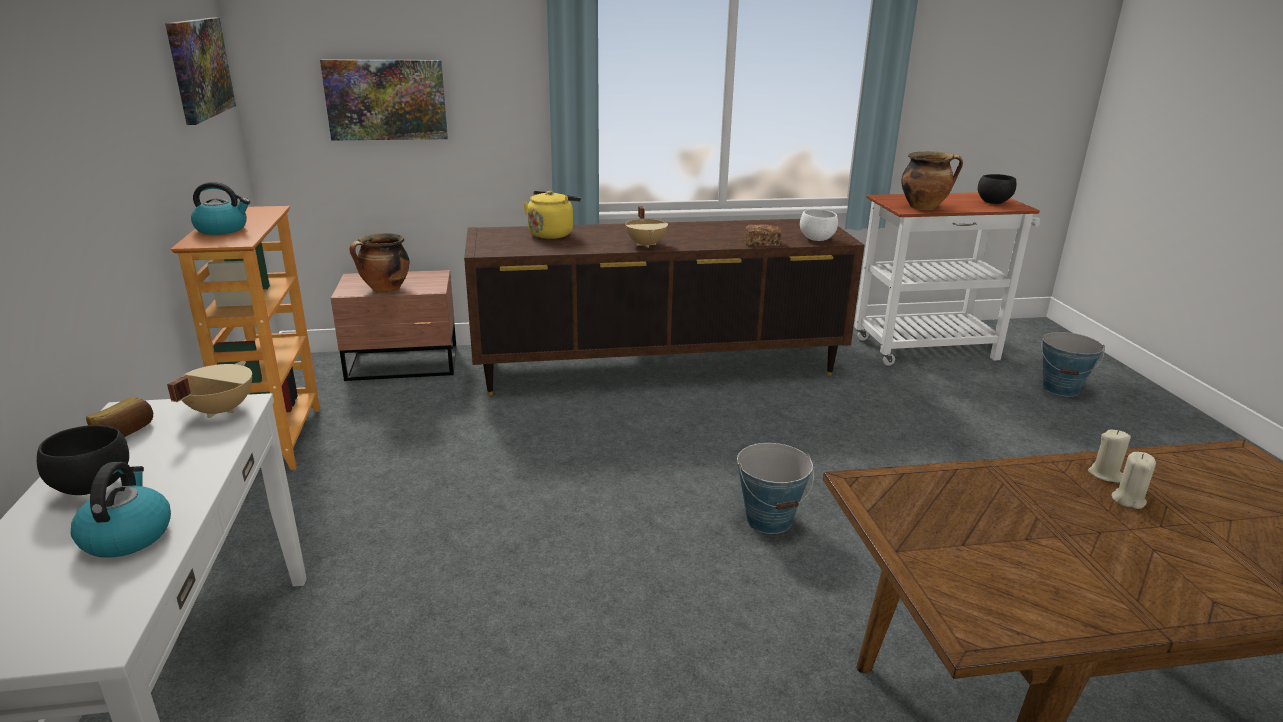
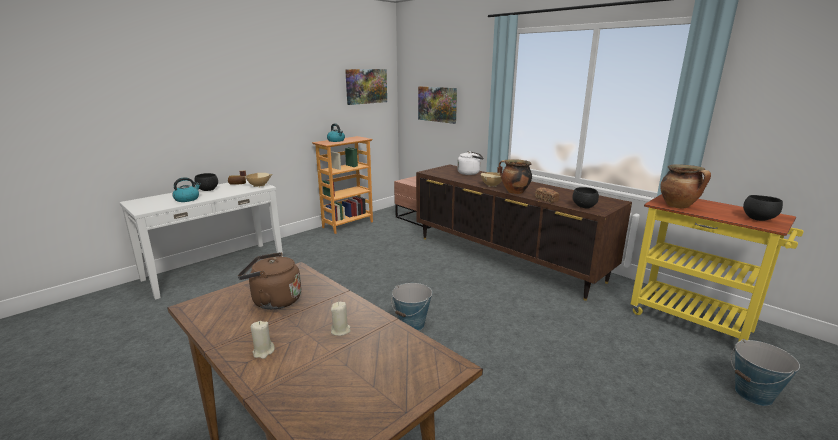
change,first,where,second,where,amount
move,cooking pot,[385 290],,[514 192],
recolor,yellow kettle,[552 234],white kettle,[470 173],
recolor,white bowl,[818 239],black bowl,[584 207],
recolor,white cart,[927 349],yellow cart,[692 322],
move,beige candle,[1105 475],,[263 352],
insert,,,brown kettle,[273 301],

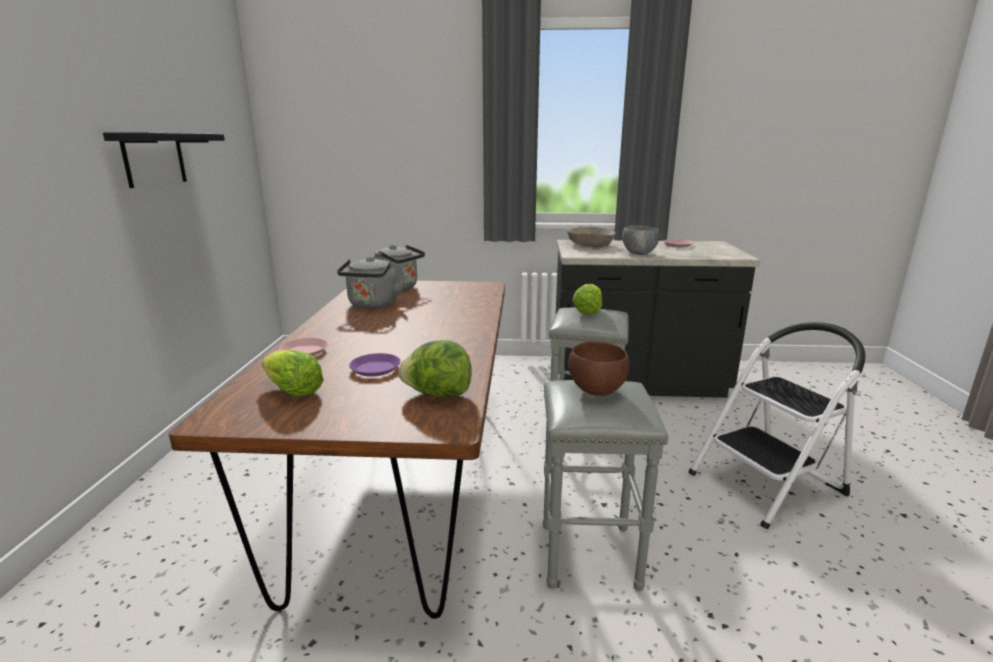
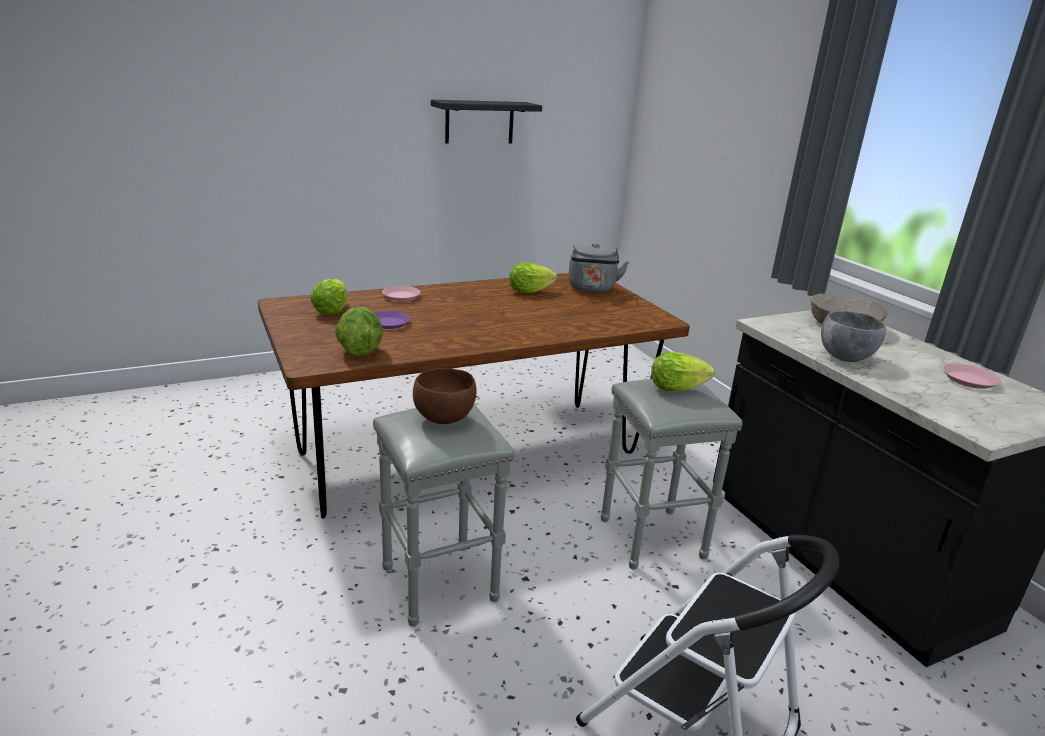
change,first,where,second,where,amount
replace,grey kettle,[372 305],lettuce,[529 291],

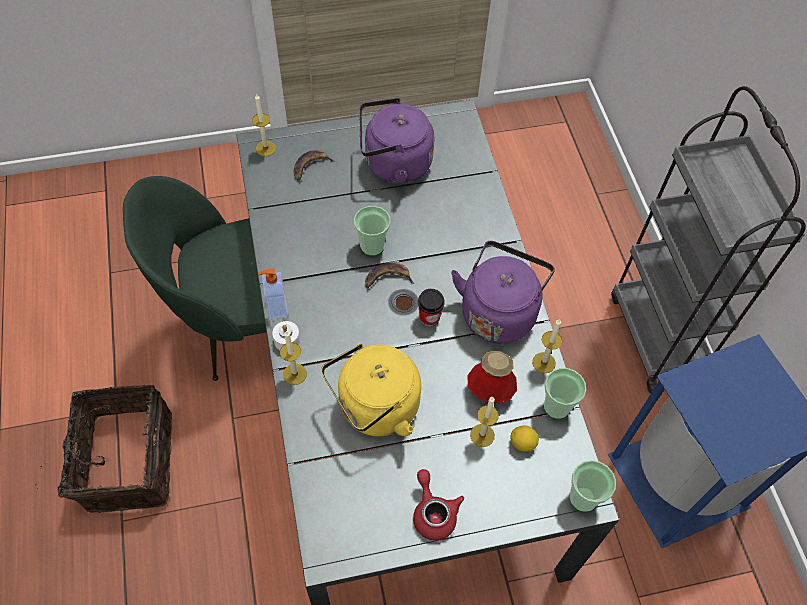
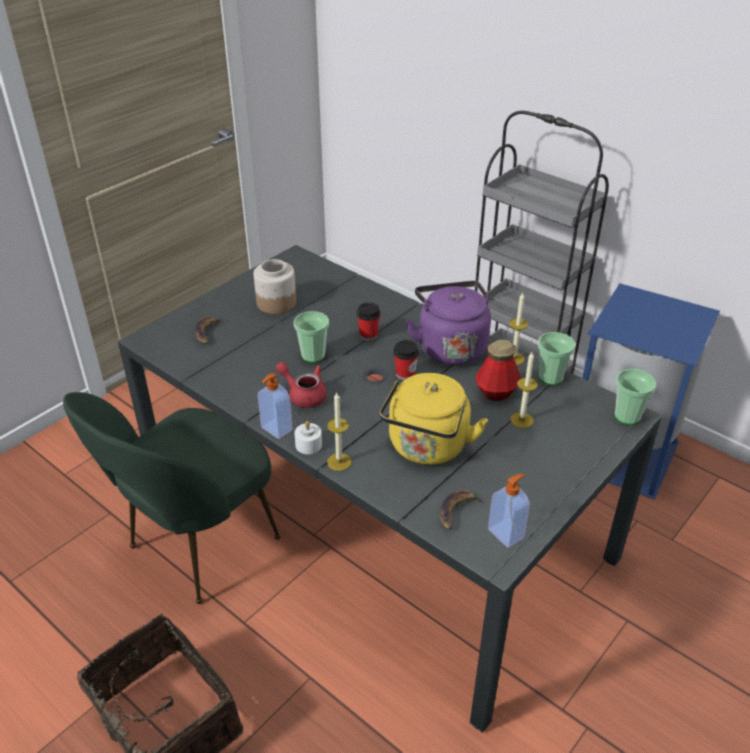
change,first,where,second,where,amount
delete,candle,[266 148],,,
replace,purple kettle,[393 164],jar,[276 303],
move,banana,[387 278],,[457 512],
move,red teapot,[433 512],,[304 395],
delete,lemon,[522 443],,,
insert,,,cup,[368 335],
insert,,,soap dispenser,[506 533],

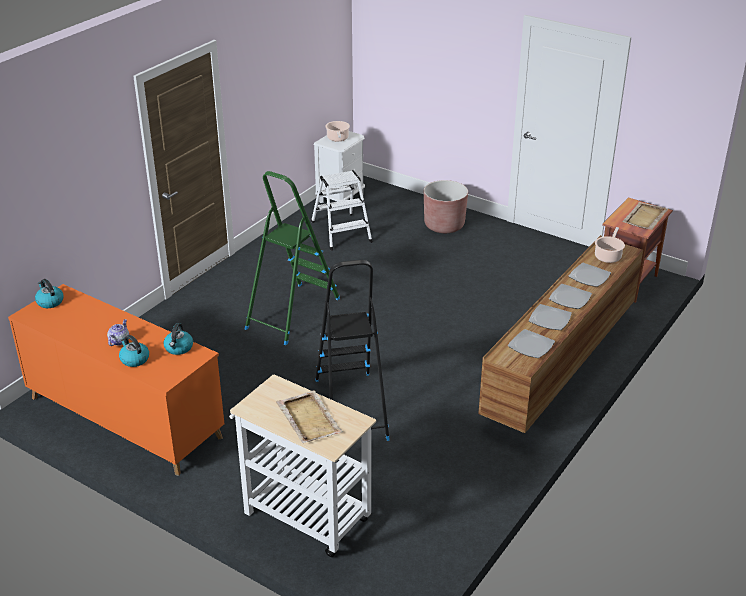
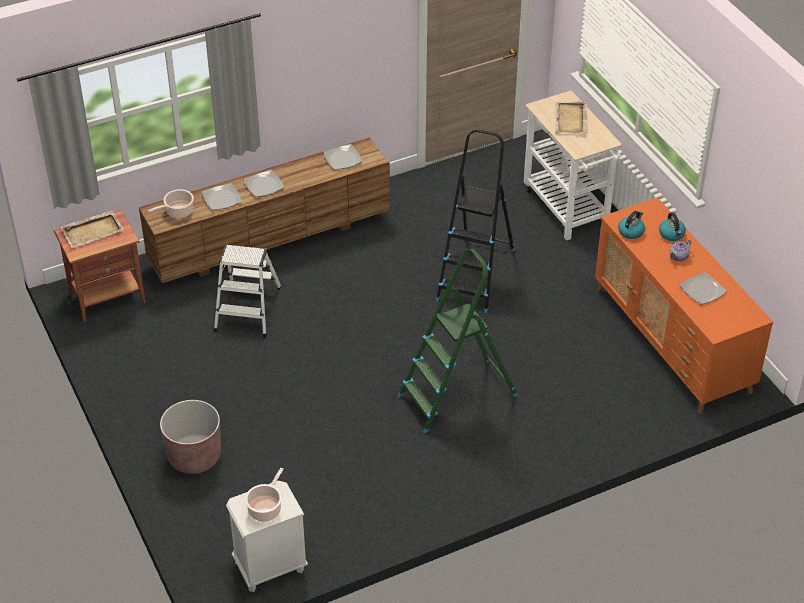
change,first,where,second,where,amount
delete,kettle,[49 302],,,
move,white step ladder,[341 231],,[248 308],
move,plate,[550 319],,[702 290],

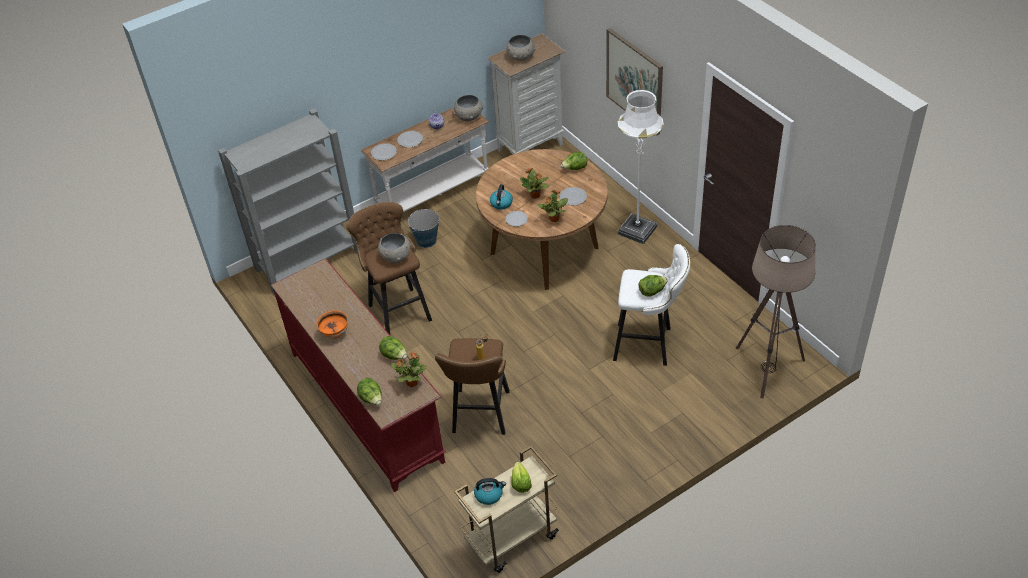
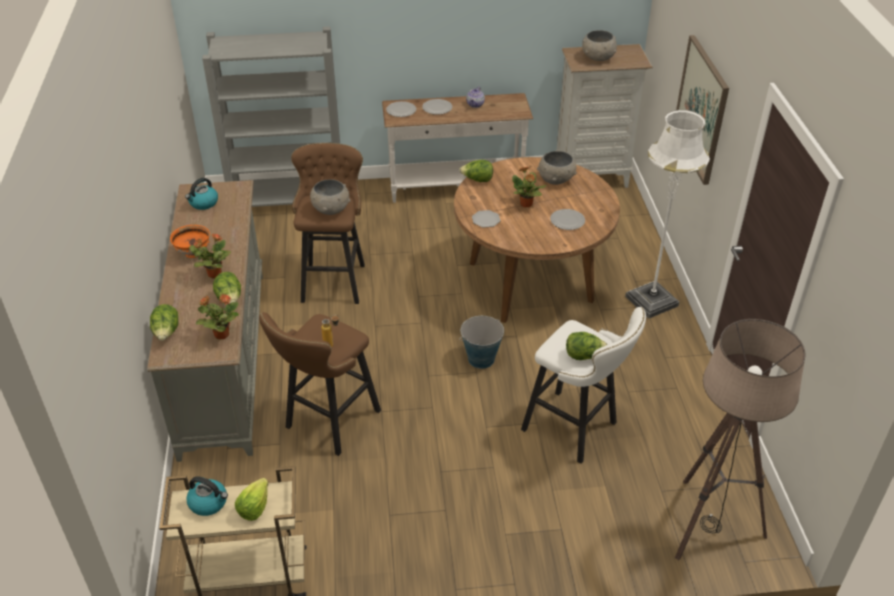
change,first,where,second,where,amount
recolor,red cabinet,[367 405],grey cabinet,[226 359],
move,bucket,[426 241],,[481 359],
move,grey bowl,[469 116],,[556 179],
move,kettle,[501 204],,[203 203],
move,potted plant,[554 219],,[214 274],
move,lettuce,[574 168],,[477 180],

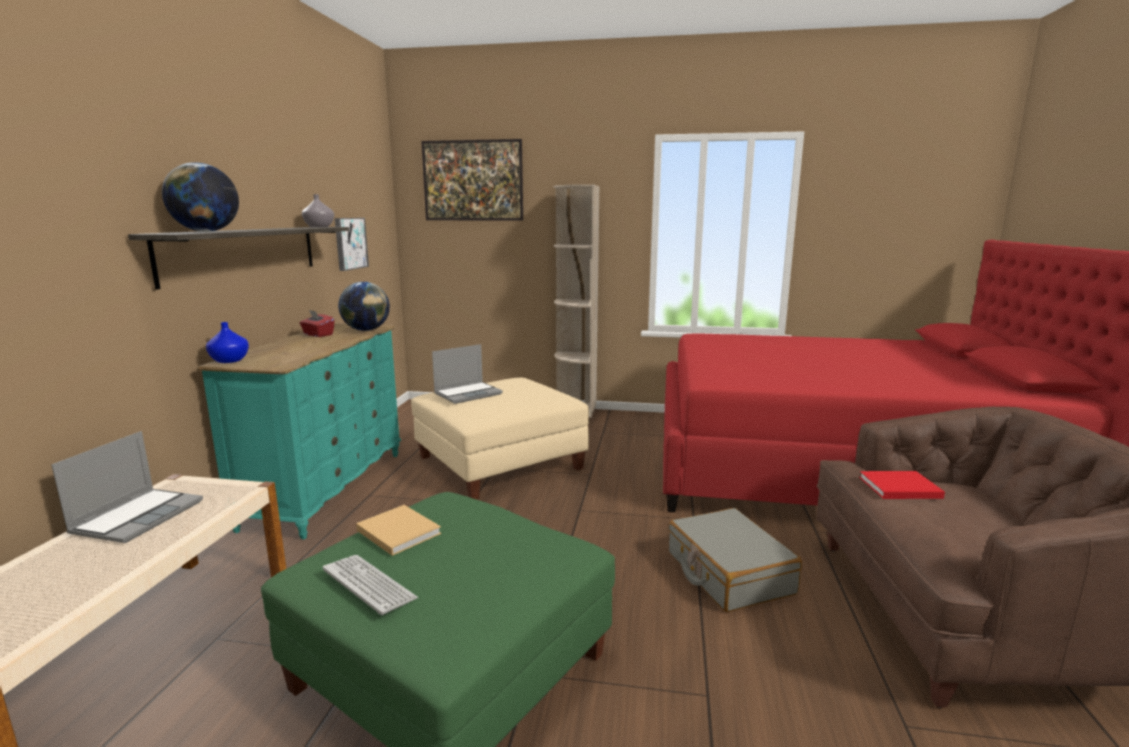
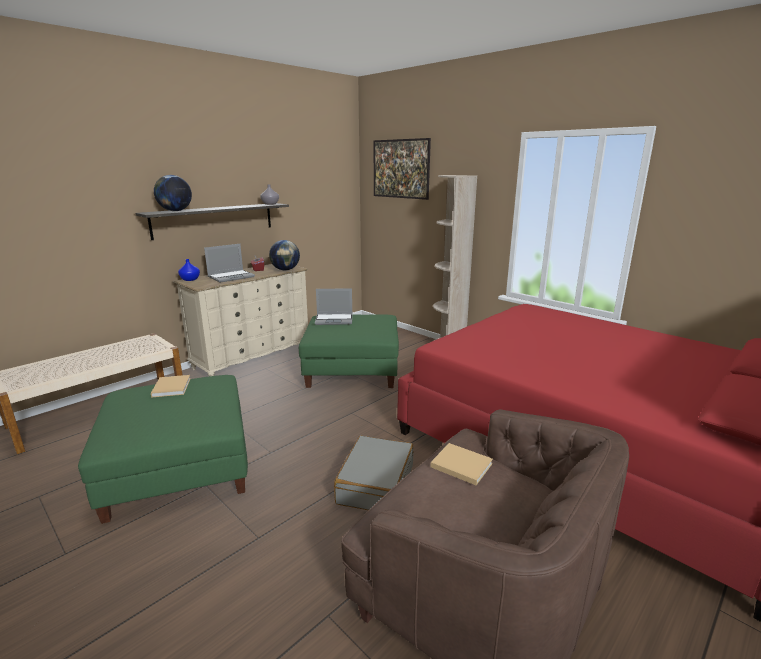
change,first,where,second,where,amount
move,laptop,[138 516],,[231 277],
recolor,turquoise dresser,[327 488],beige dresser,[253 359],
delete,keyboard,[368 584],,,
delete,picture,[350 243],,,
recolor,beige ottoman,[500 462],green ottoman,[353 369],
recolor,red book,[897 487],beige book,[460 464],

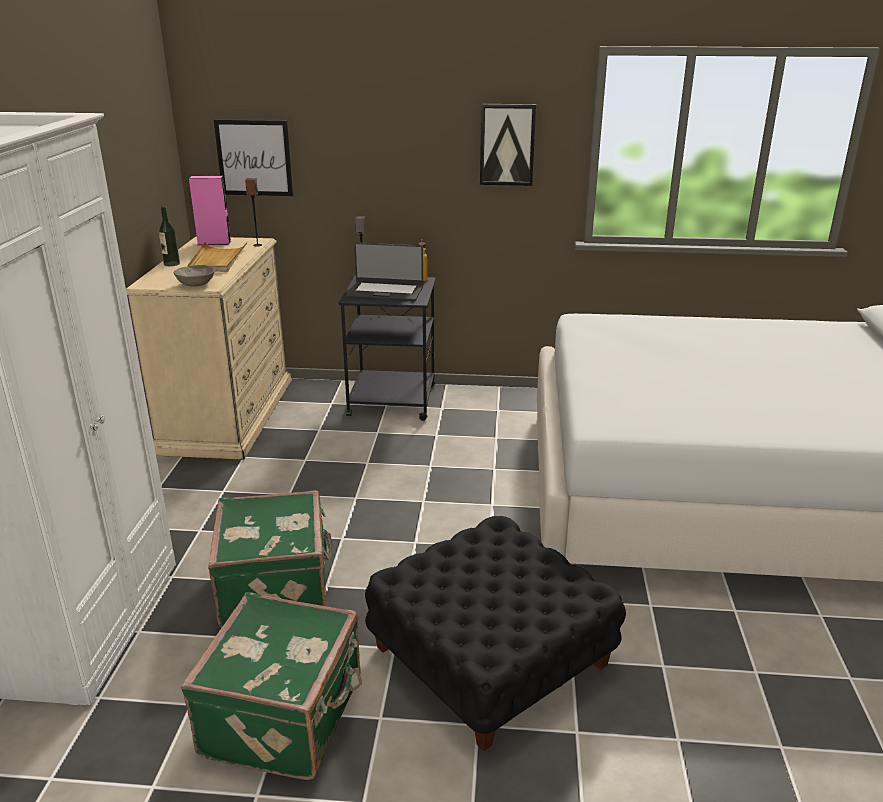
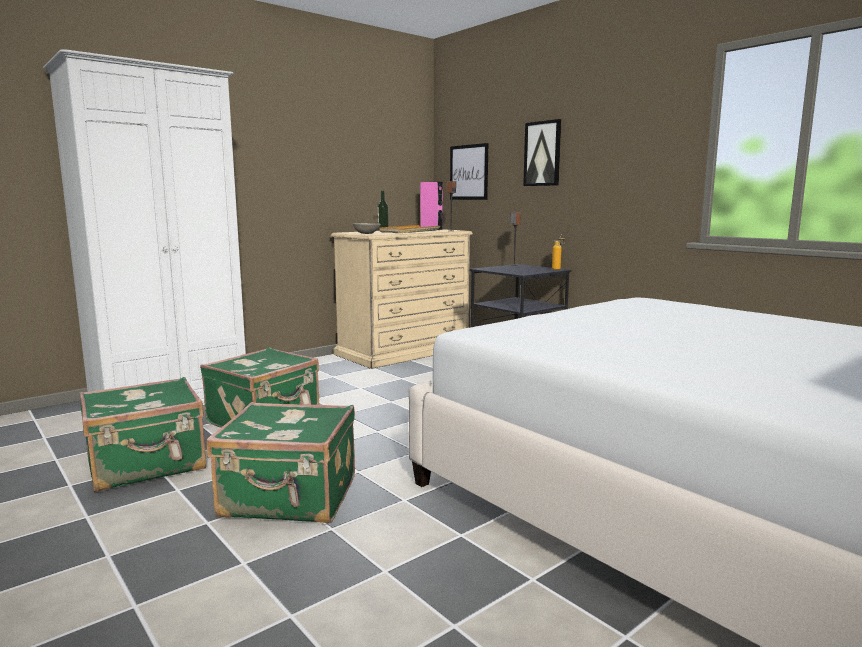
change,first,where,second,where,amount
delete,laptop,[385 292],,,
replace,black ottoman,[490 656],green suitcase,[290 498],
move,picture,[507 144],,[543 153],

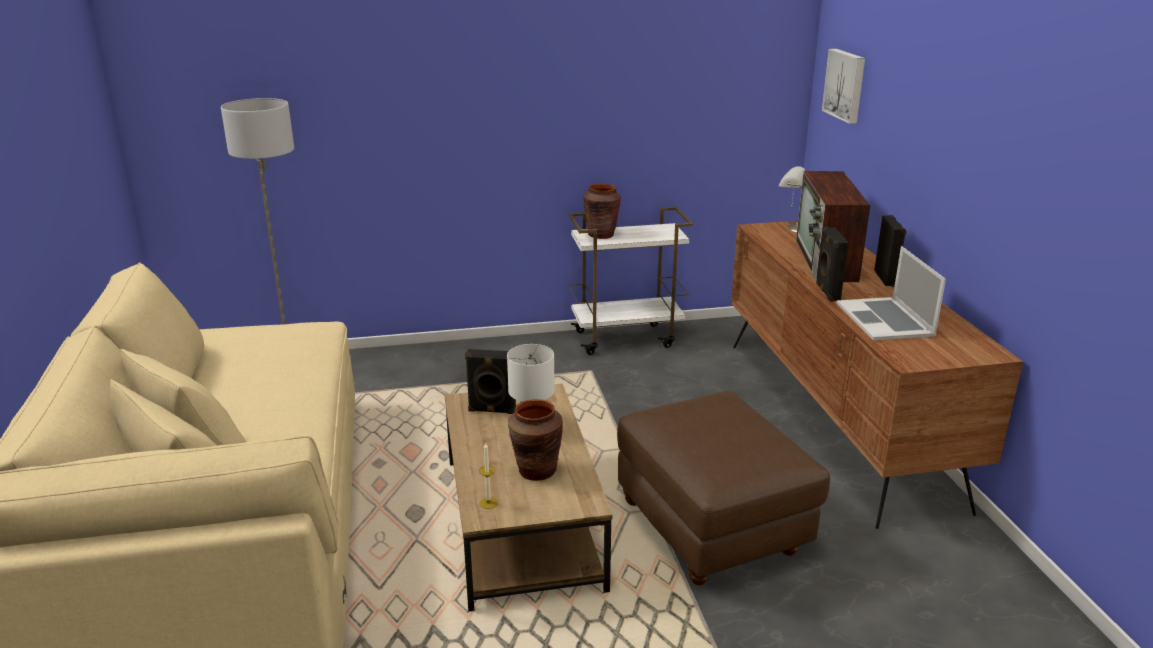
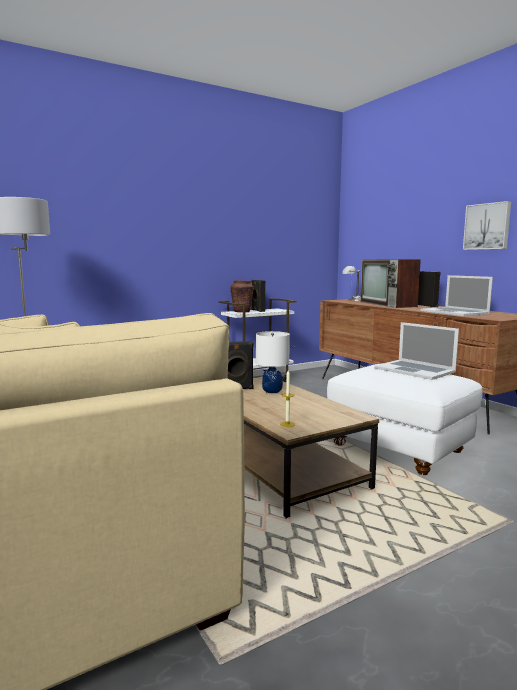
change,first,where,second,where,amount
delete,brown vase,[536 471],,,
recolor,brown ottoman,[713 527],white ottoman,[400 447],
move,black speaker,[827 292],,[257 310],
move,picture,[846 85],,[487 226],
insert,,,laptop,[414 370],

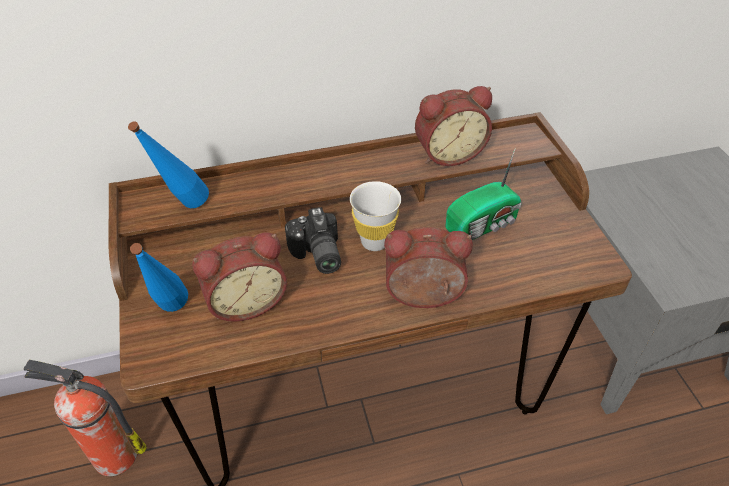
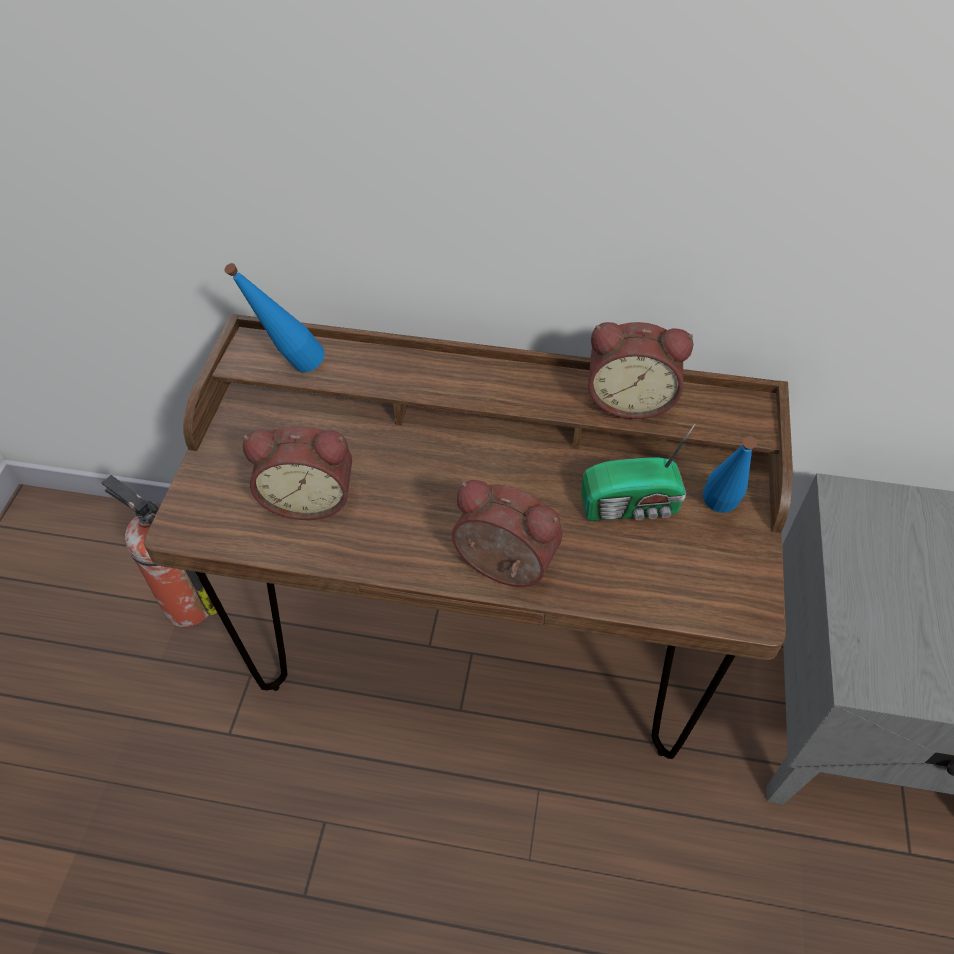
change,first,where,second,where,amount
move,blue bottle,[172 315],,[717 516],
delete,photo camera,[316 255],,,
delete,white cup,[374 242],,,

